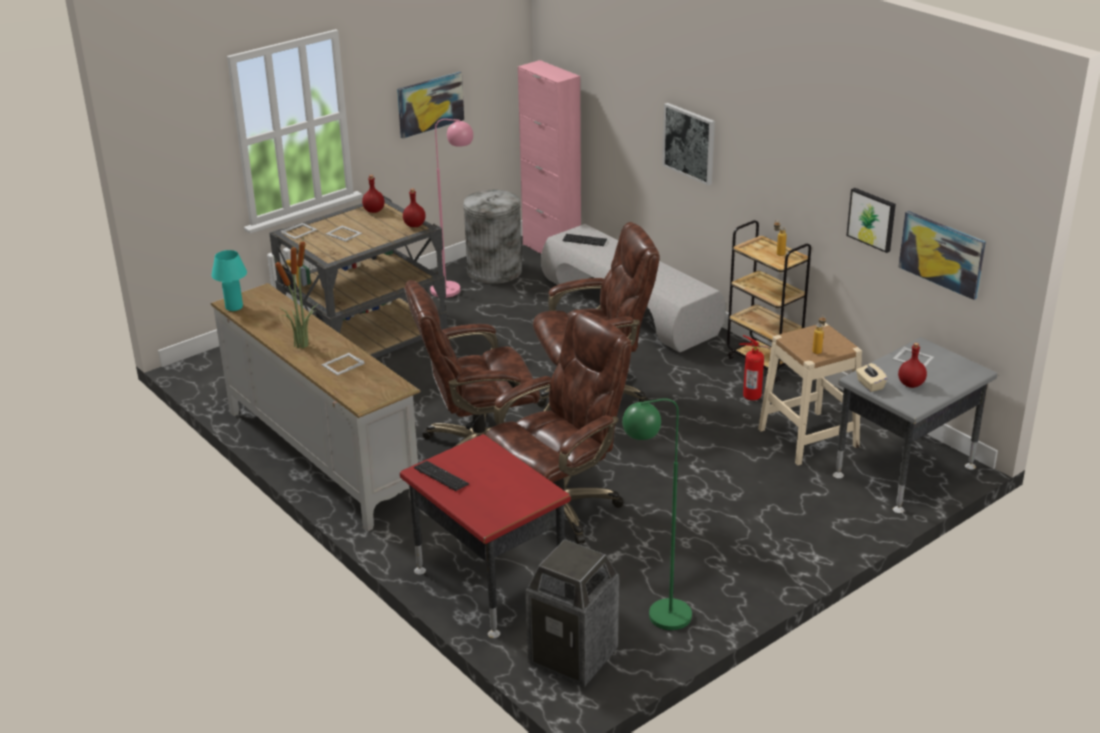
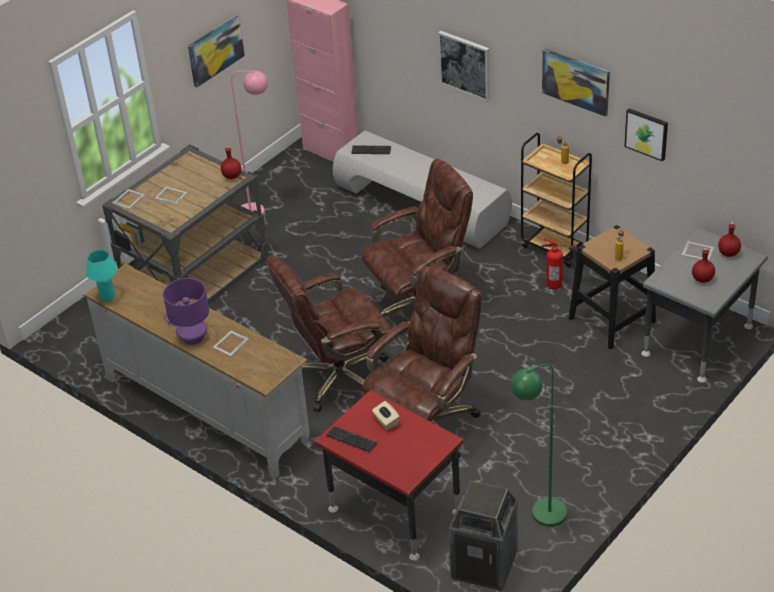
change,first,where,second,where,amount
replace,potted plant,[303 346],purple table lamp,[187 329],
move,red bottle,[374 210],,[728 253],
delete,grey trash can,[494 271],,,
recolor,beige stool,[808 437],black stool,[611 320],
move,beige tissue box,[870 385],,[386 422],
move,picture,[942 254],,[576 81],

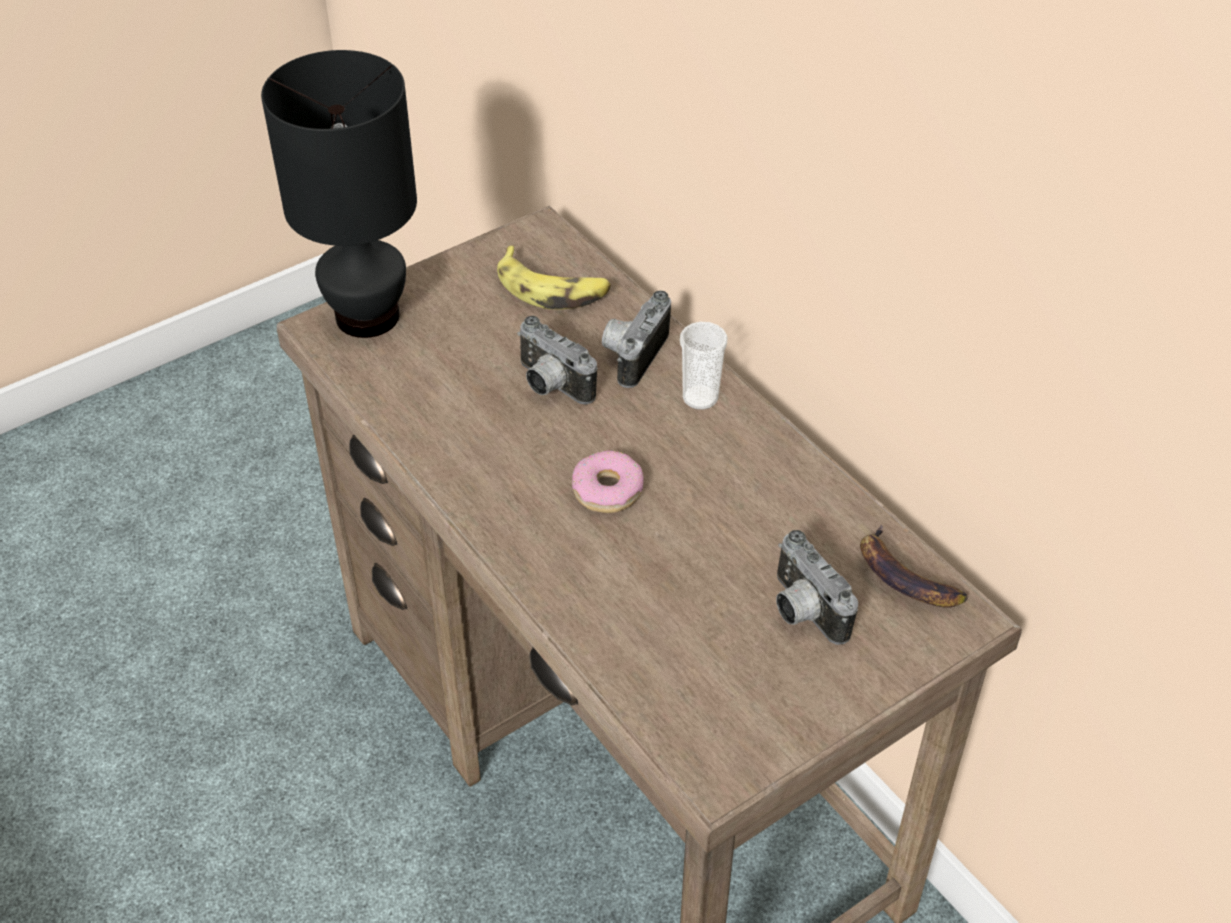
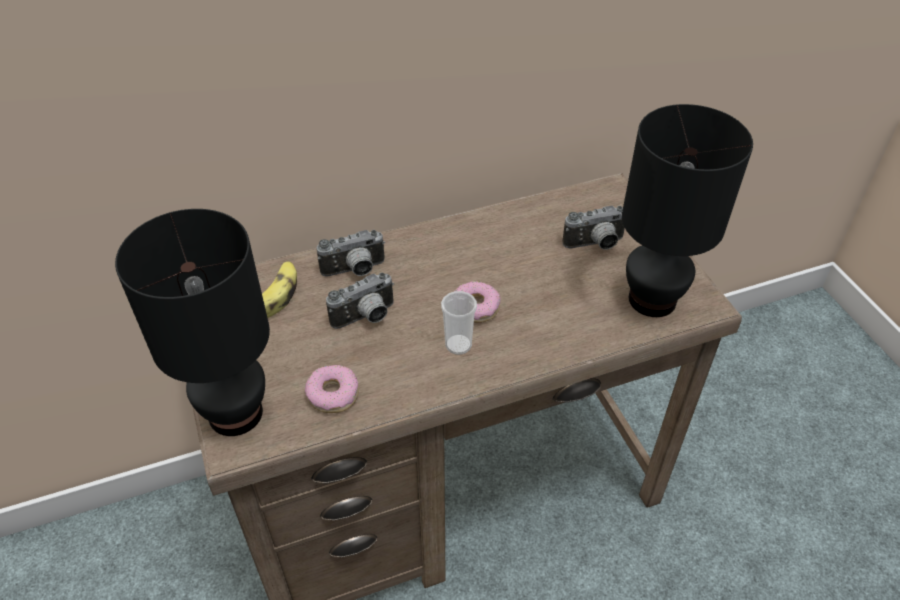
change,first,where,second,where,amount
rotate,photo camera,[632 354],,[355 271],60 degrees counterclockwise
move,cup,[700 398],,[458 345],
delete,banana,[904 577],,,
insert,,,donut,[333 394],
insert,,,black table lamp,[651 299],

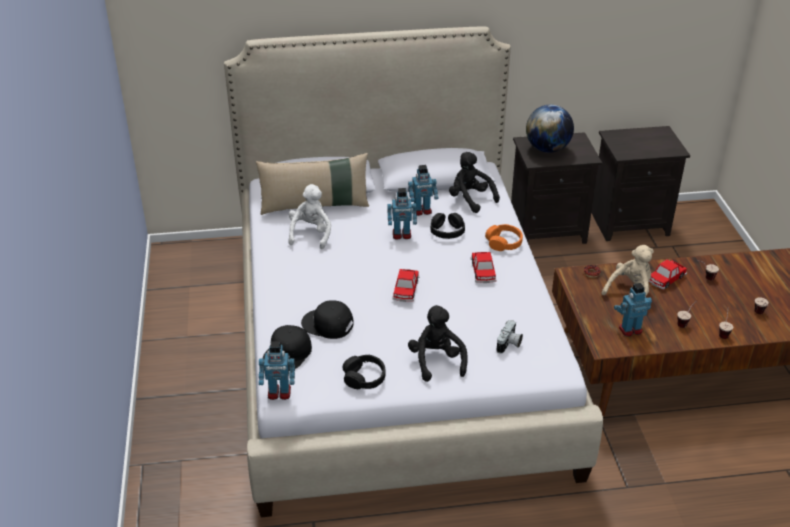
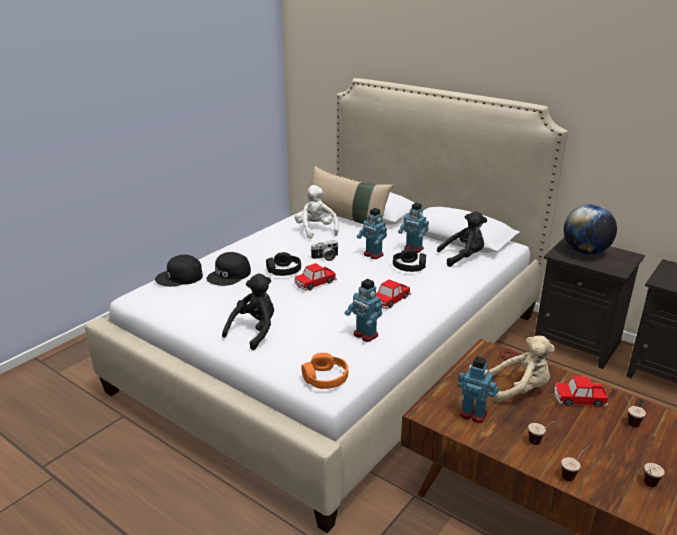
change,first,where,second,where,amount
move,toy robot,[279 393],,[365 335],
rotate,white plush toy,[311 234],,[316 230],75 degrees counterclockwise
rotate,black cap,[327 324],,[229 275],120 degrees counterclockwise
move,black headphones,[364 377],,[283 270],
rotate,black plush toy,[470 199],,[463 257],75 degrees clockwise
move,orange headphones,[504 243],,[325 378],
move,photo camera,[509 344],,[325 258],

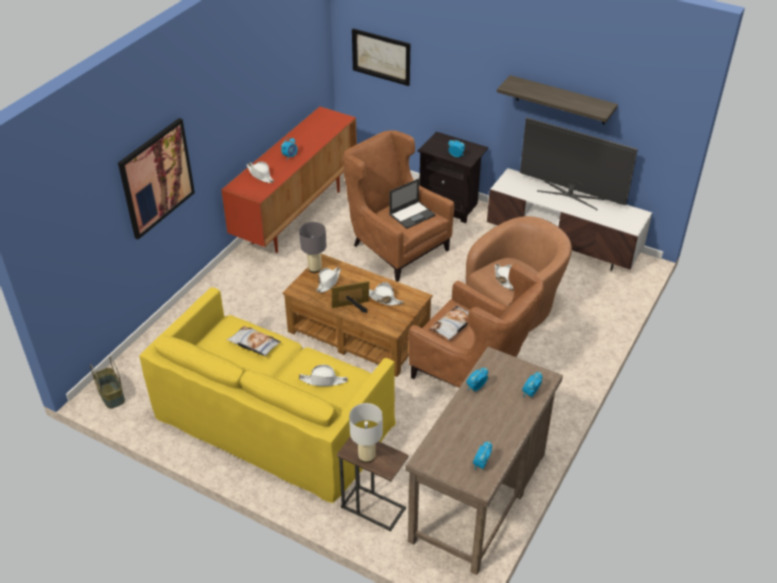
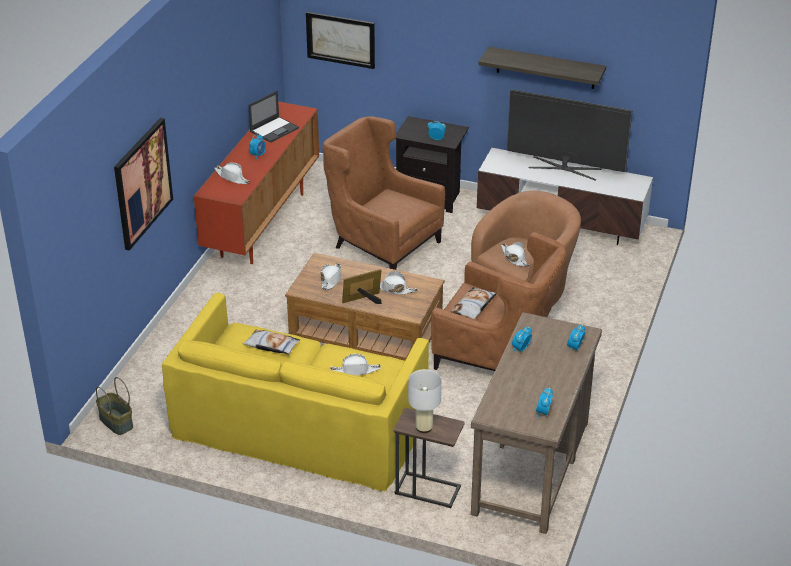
change,first,where,second,where,amount
delete,grey table lamp,[315 268],,,
move,laptop,[412 215],,[274 129],

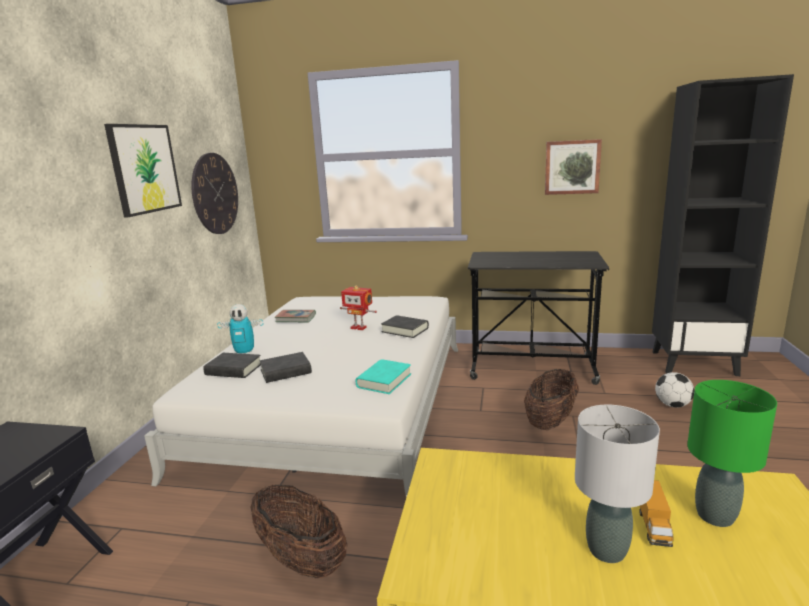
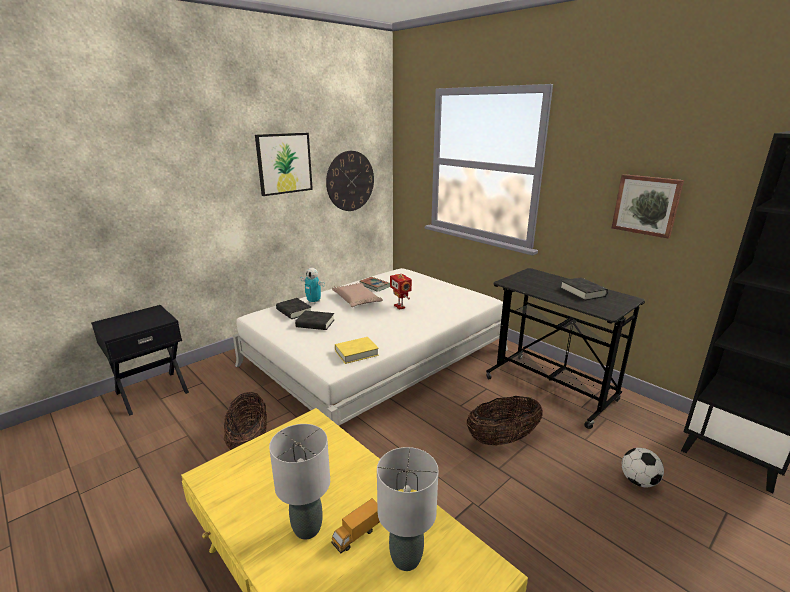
change,first,where,second,where,amount
recolor,turquoise book,[384 381],yellow book,[356 353],
move,black book,[405 330],,[582 292],
recolor,green table lamp,[715 516],grey table lamp,[405 559],
insert,,,beige pillow,[356 298],

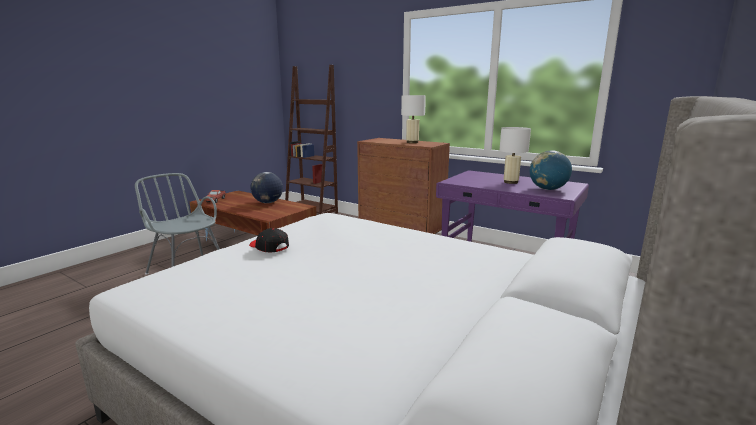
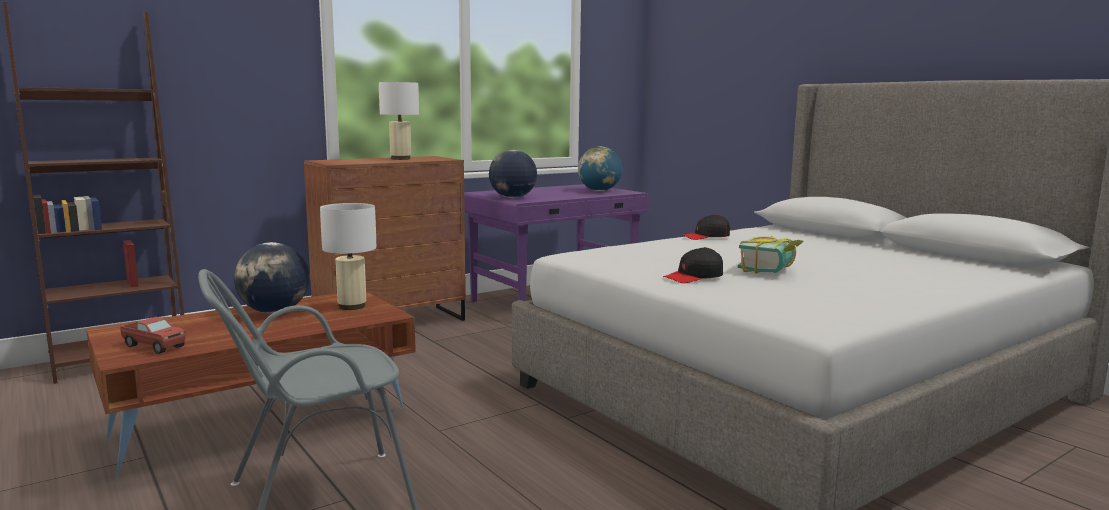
change,first,where,second,where,amount
move,white table lamp,[511 182],,[352 306],
insert,,,globe,[512 198],
insert,,,black cap,[706 237],
insert,,,book,[773 270],

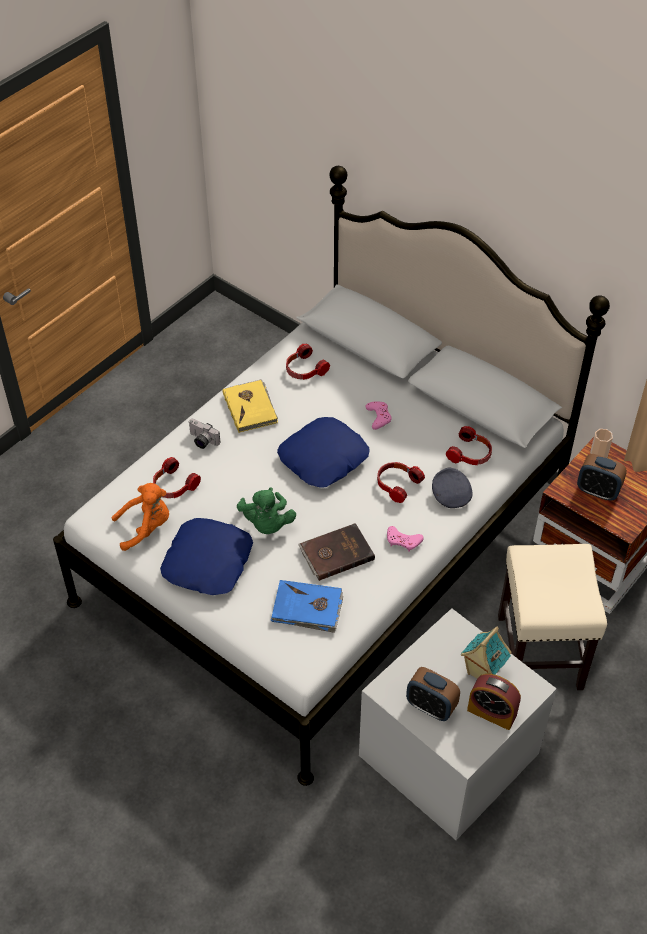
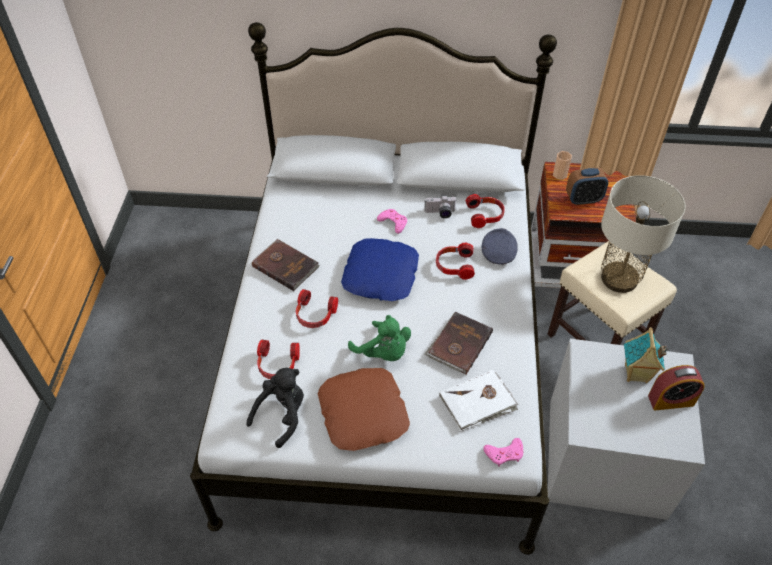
change,first,where,second,where,amount
recolor,orange plush toy,[146 527],black plush toy,[282 415],
recolor,blue pillow,[208 562],brown pillow,[364 413],
move,photo camera,[202 441],,[440 213],
recolor,yellow book,[251 407],brown book,[285 266],
recolor,blue book,[307 608],white book,[478 402],
move,headphones,[304 370],,[315 315],
move,pink game controller,[403 541],,[504 453],
delete,alarm clock,[431 707],,,
rotate,grey cap,[450 494],,[498 252],60 degrees clockwise
insert,,,table lamp,[619 279],

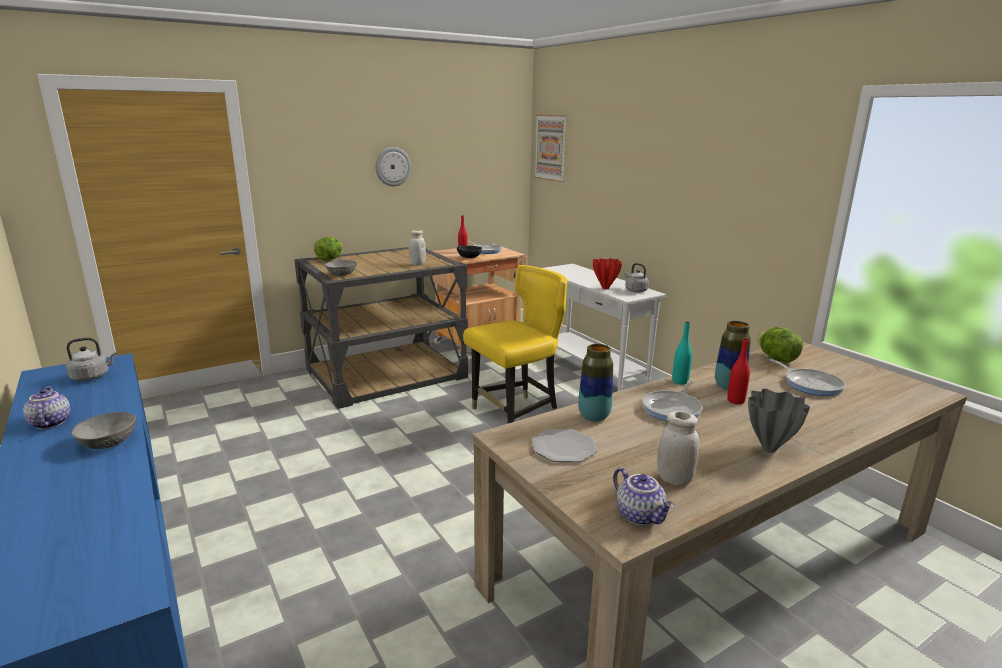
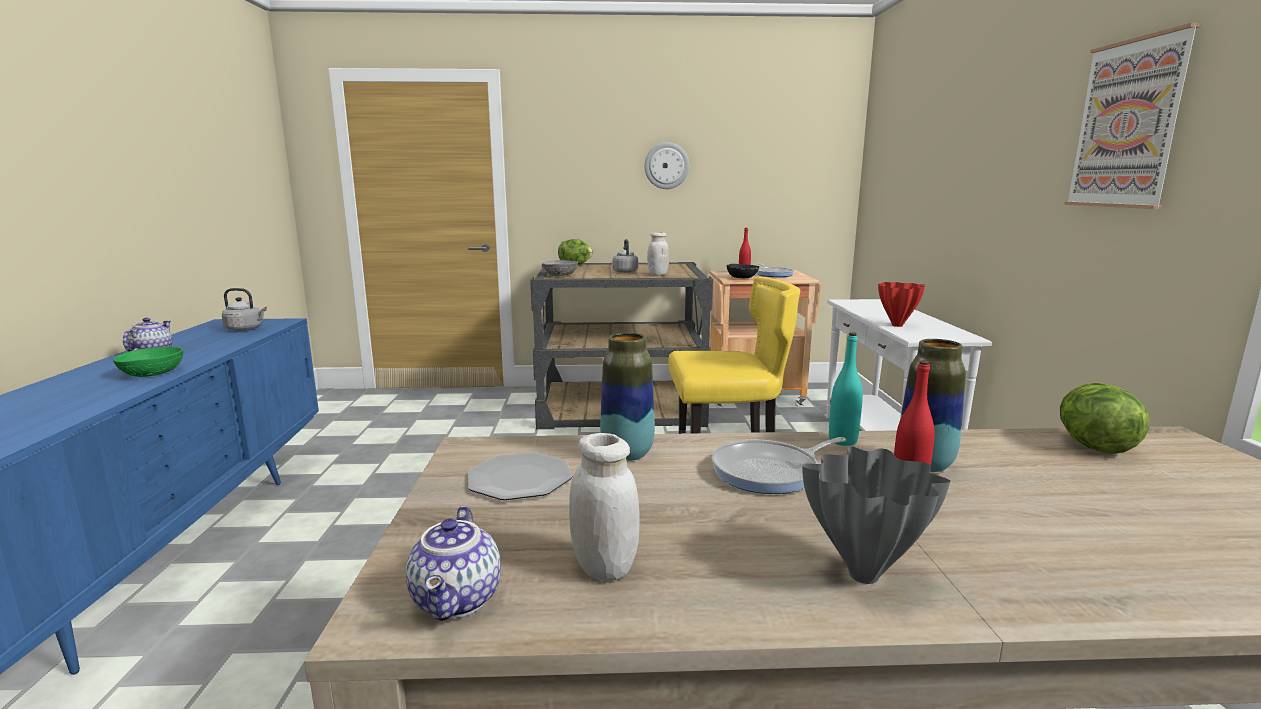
change,first,where,second,where,amount
recolor,grey bowl,[109 442],green bowl,[153 373],
move,picture,[551 147],,[1128 124],
move,grey kettle,[635 290],,[625 271],
delete,frying pan,[810 384],,,

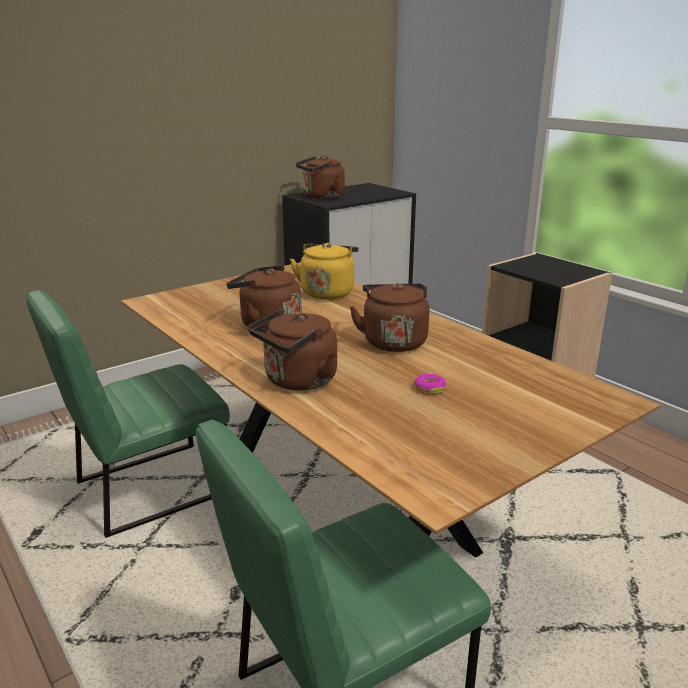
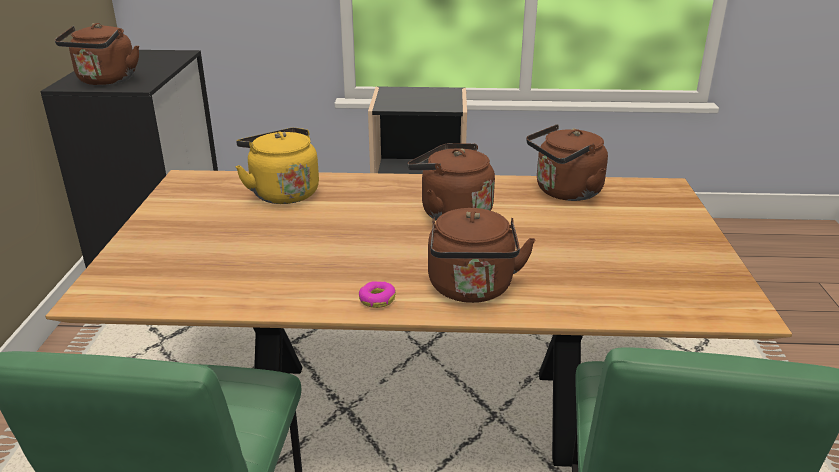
change,first,where,second,where,amount
move,brown kettle,[267 325],,[565 192],
move,donut,[430 388],,[377 299],

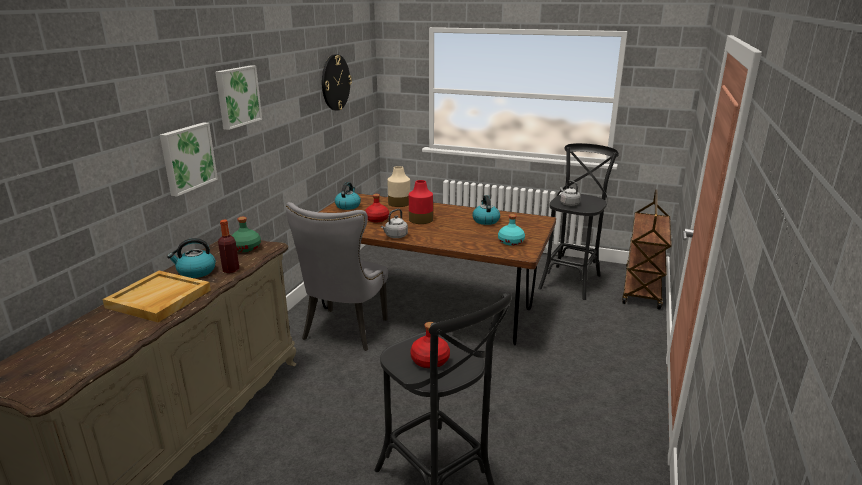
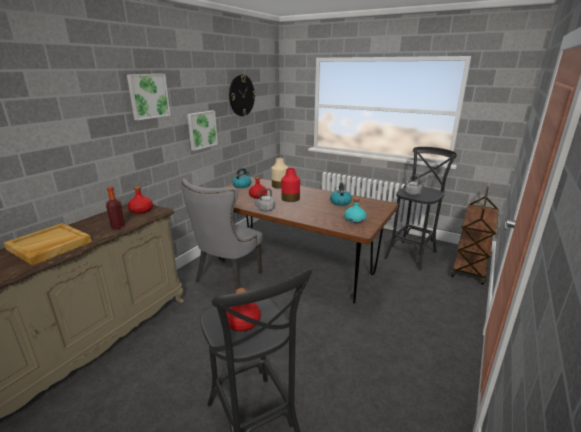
change,first,where,second,where,amount
move,picture,[187 158],,[201 129],
delete,kettle,[196 272],,,
recolor,green bottle,[246 248],red bottle,[141 210],

